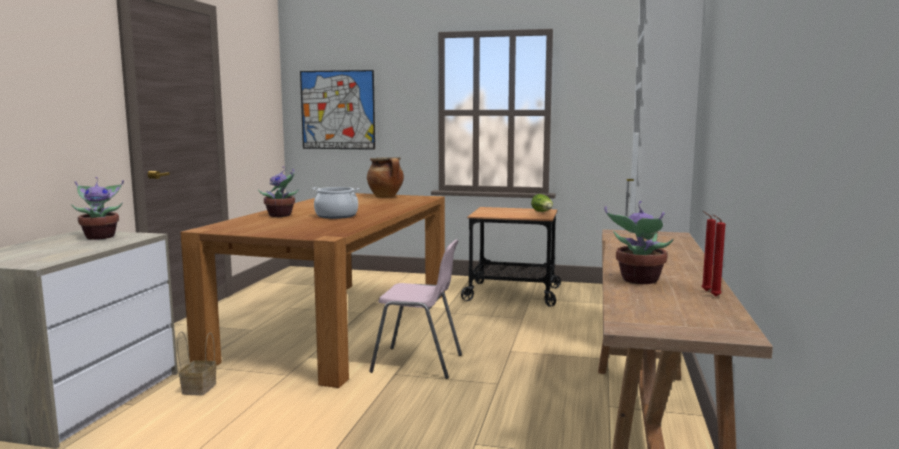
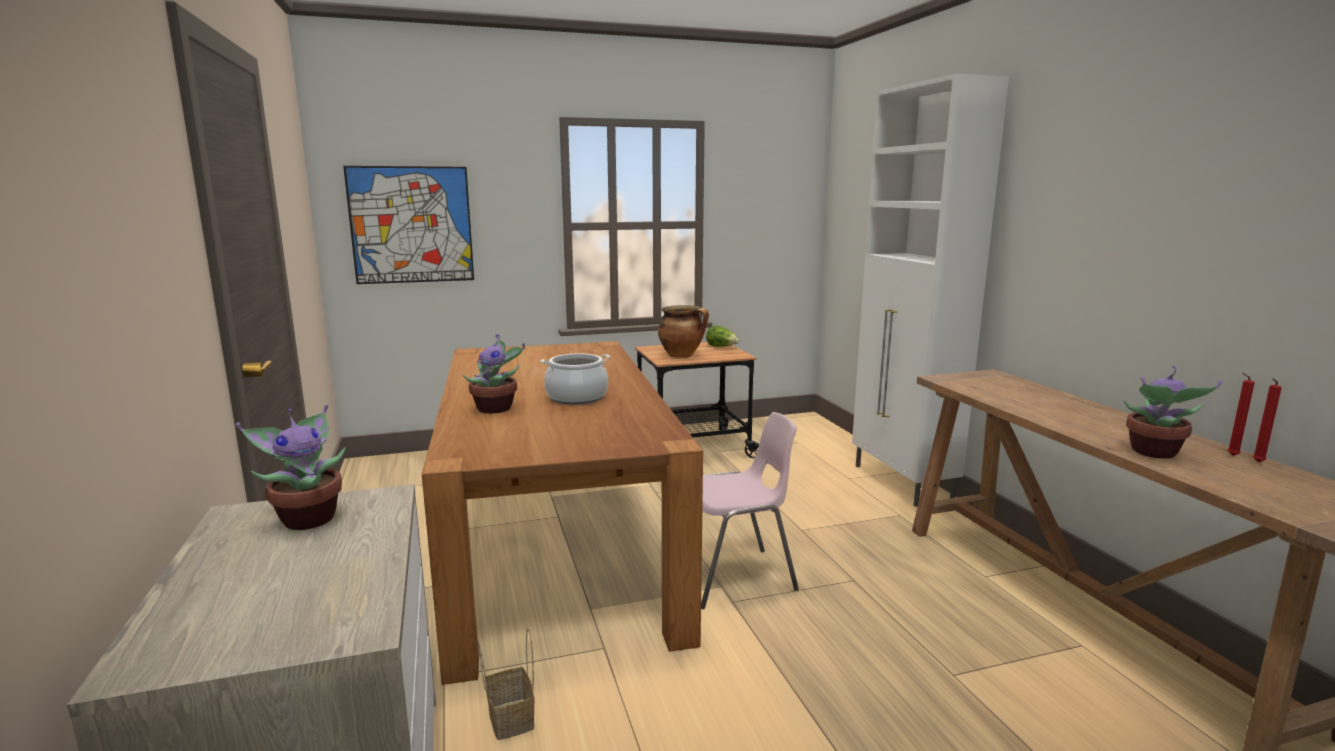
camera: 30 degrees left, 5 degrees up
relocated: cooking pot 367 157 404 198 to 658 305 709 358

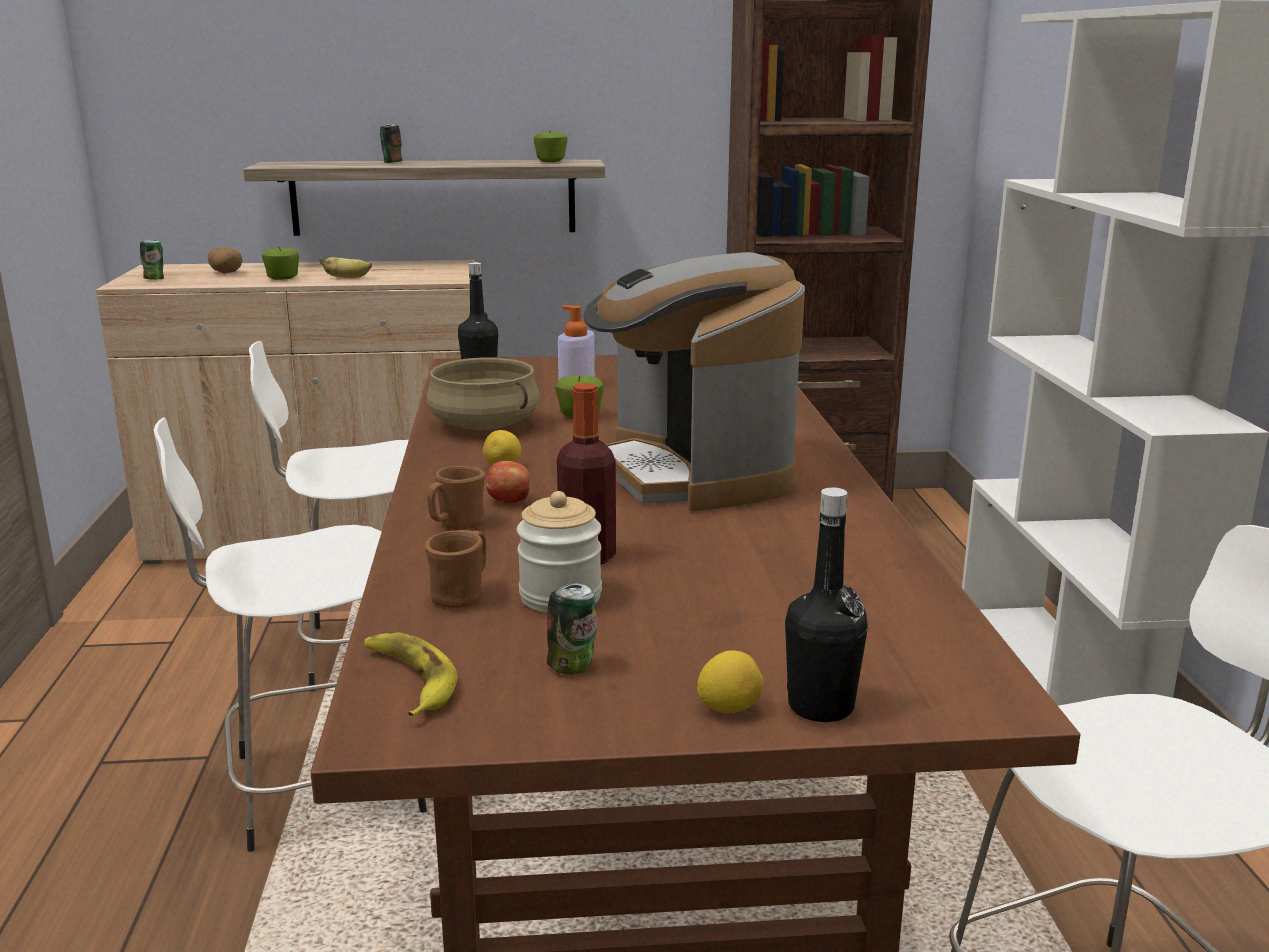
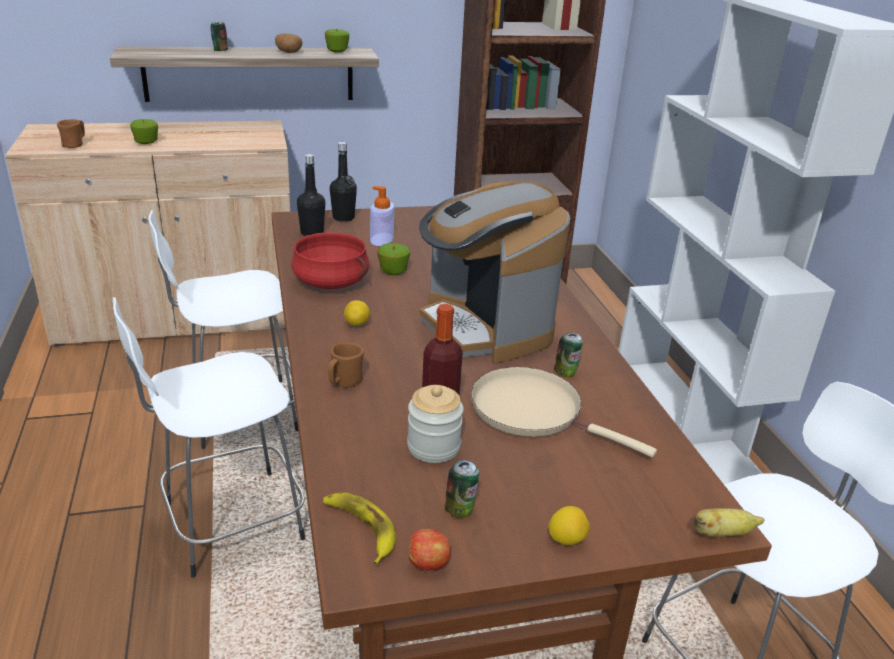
camera: 10 degrees left, 10 degrees up
appeared: sand-coloured pan 471 367 657 457
relocated: brownish coffee mug 425 530 486 608 to 57 119 85 148; potato 208 248 242 273 to 275 34 302 53; black beverage bottle 785 487 868 722 to 330 142 357 222; whole apple 486 461 530 503 to 409 529 451 571; can 140 240 164 280 to 554 333 583 377; whole banana 319 257 372 278 to 694 508 764 537
colour: sand-coloured cooking pot 427 357 540 430 to red-coloured cooking pot 291 232 369 289

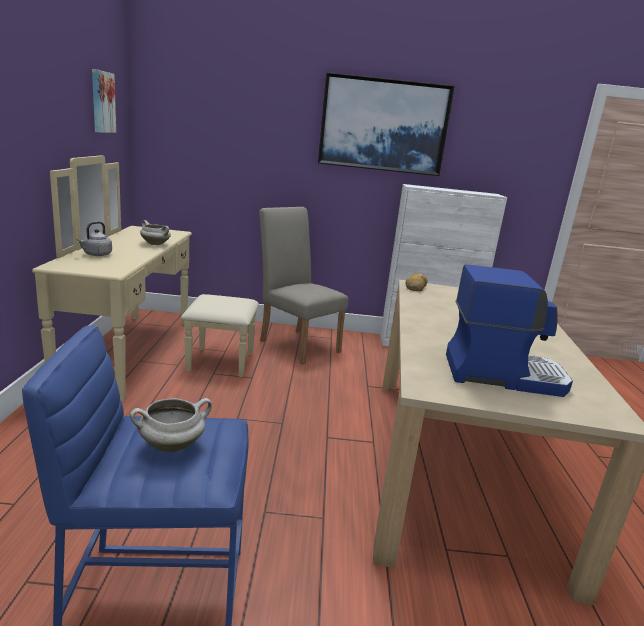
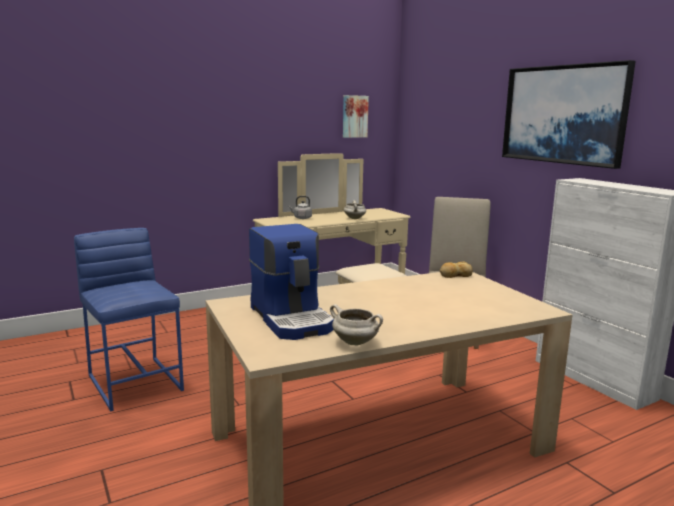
camera: 60 degrees right, 5 degrees down
relocated: white cooking pot 130 398 212 453 to 330 304 383 345

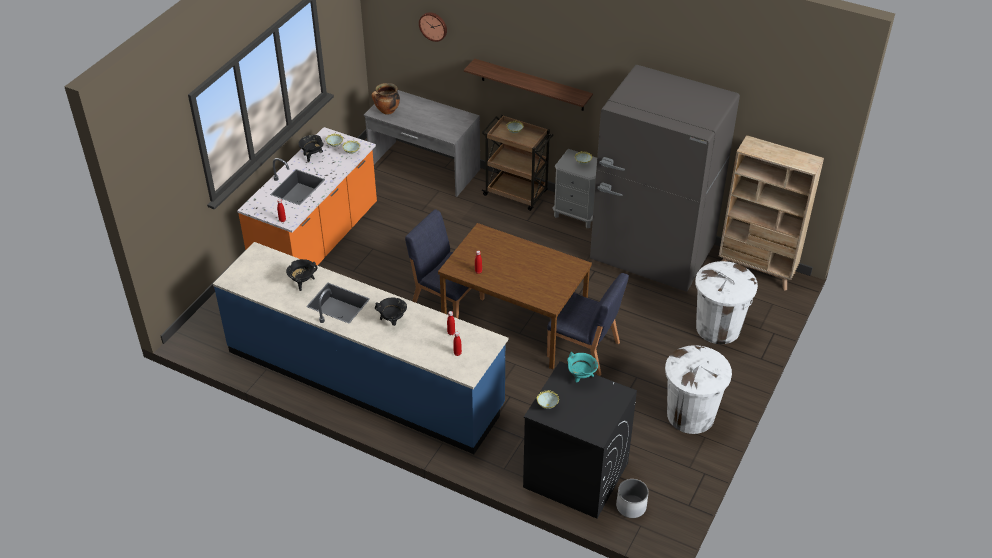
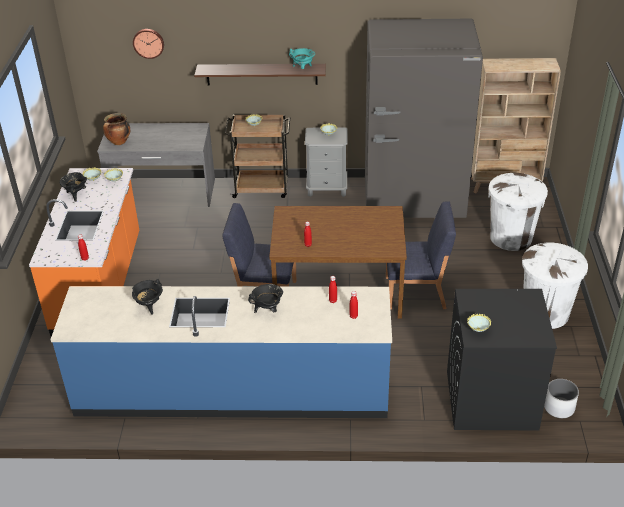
camera: 25 degrees left, 5 degrees down
relocated: turquoise cooking pot 567 352 598 382 to 289 48 315 69

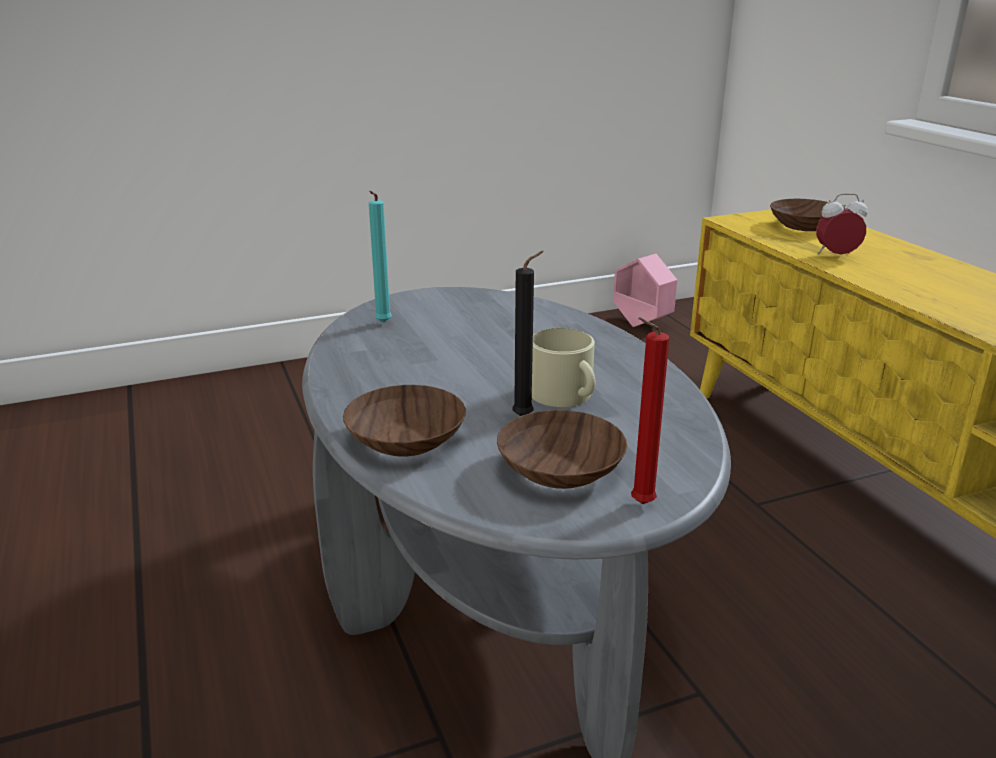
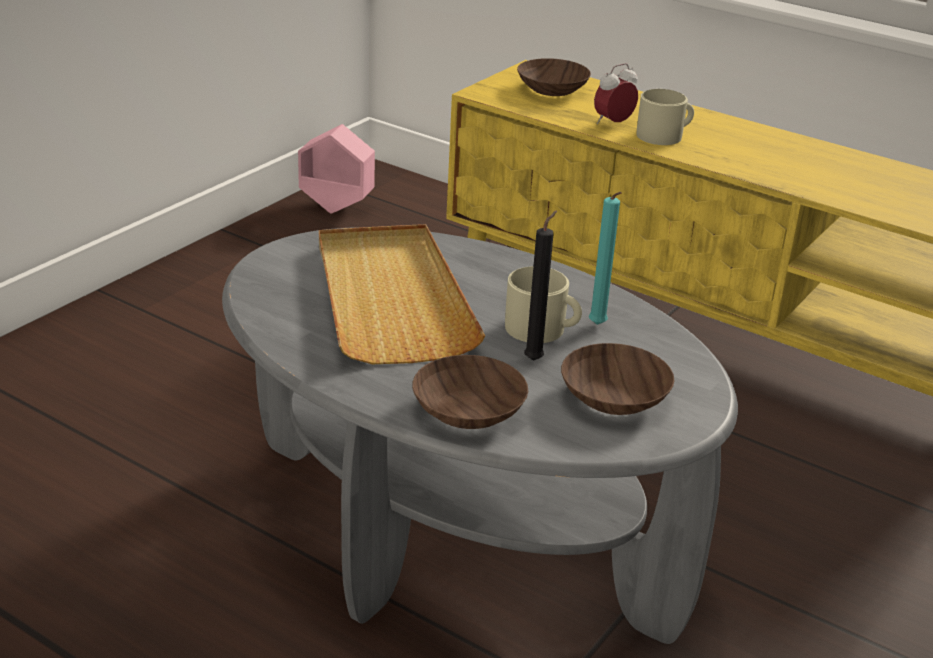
camera: 35 degrees left, 5 degrees up
missing: red-coloured candle 631 317 669 504
appeared: sand-coloured serving tray 319 224 485 364; sand-coloured coffee mug 637 89 694 145
relocated: turquoise candle 369 191 392 323 to 589 192 622 325

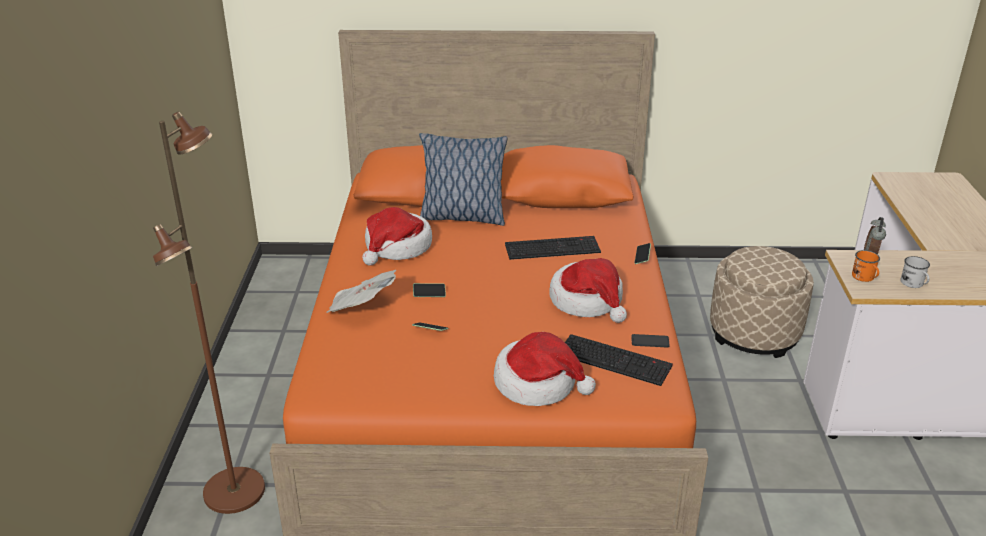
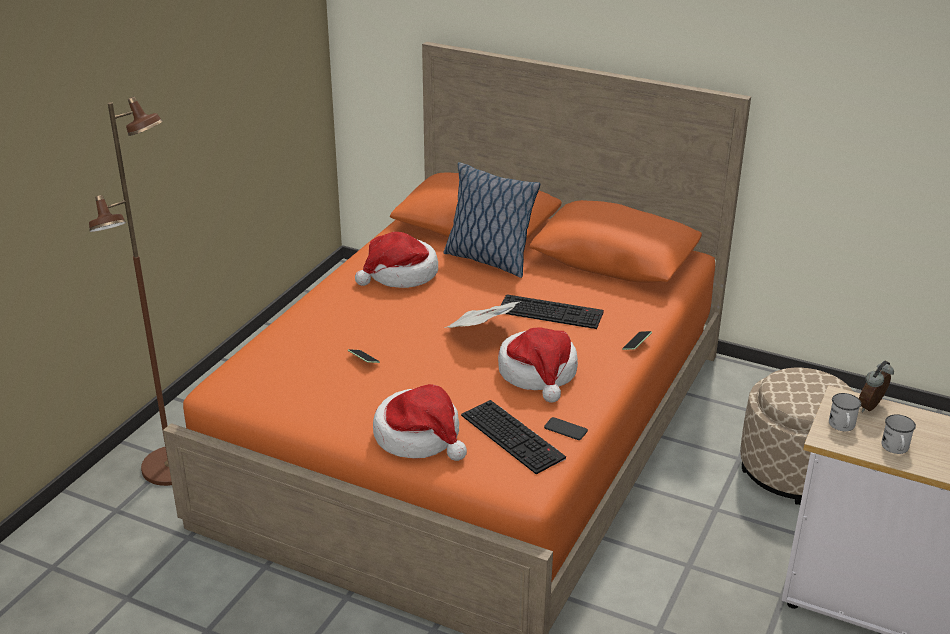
camera: 25 degrees right, 0 degrees up
missing: handset 413 283 446 297
relocated: newspaper 326 270 396 313 to 445 302 519 328
colour: orange-coloured coffee mug 852 250 880 282 to white coffee mug 829 393 861 431

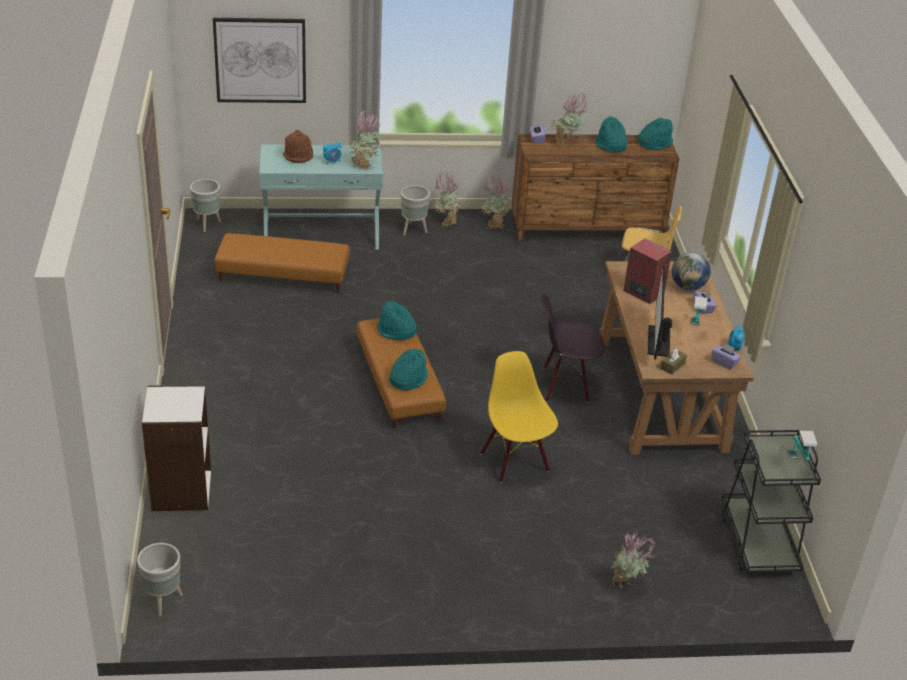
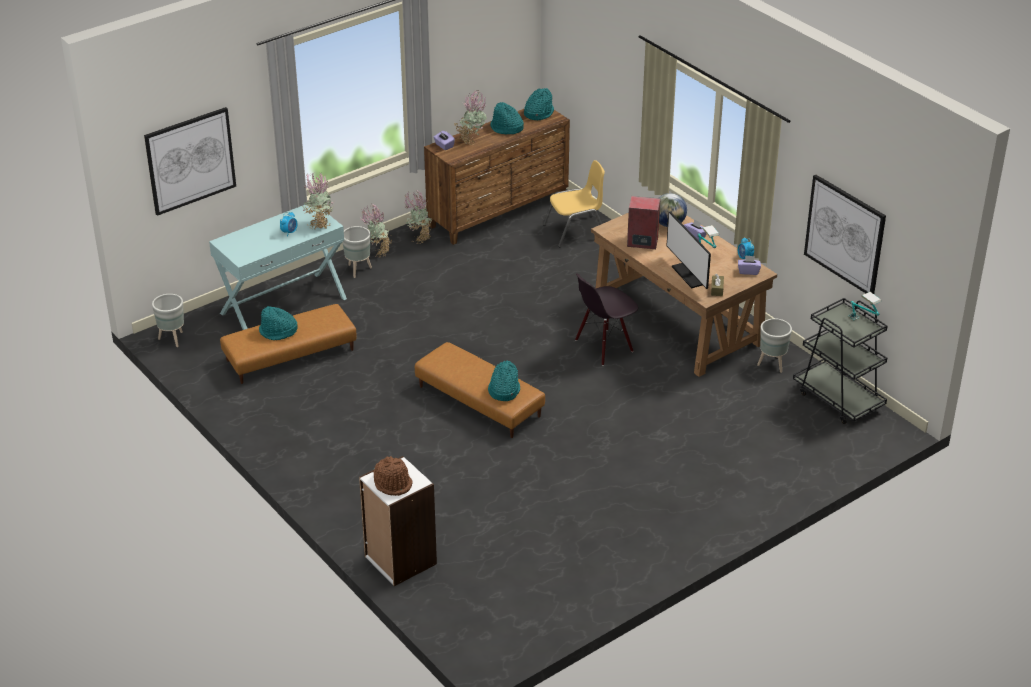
camera: 30 degrees left, 0 degrees up
missing: yellow upright chair 480 351 558 483; houseplant 611 531 656 588
appeared: picture 804 175 886 294
relocated: turquoise hat 377 301 417 340 to 259 306 297 340; brownish hat 283 130 313 163 to 373 456 413 496; grey flower pot 137 543 183 616 to 757 318 792 373

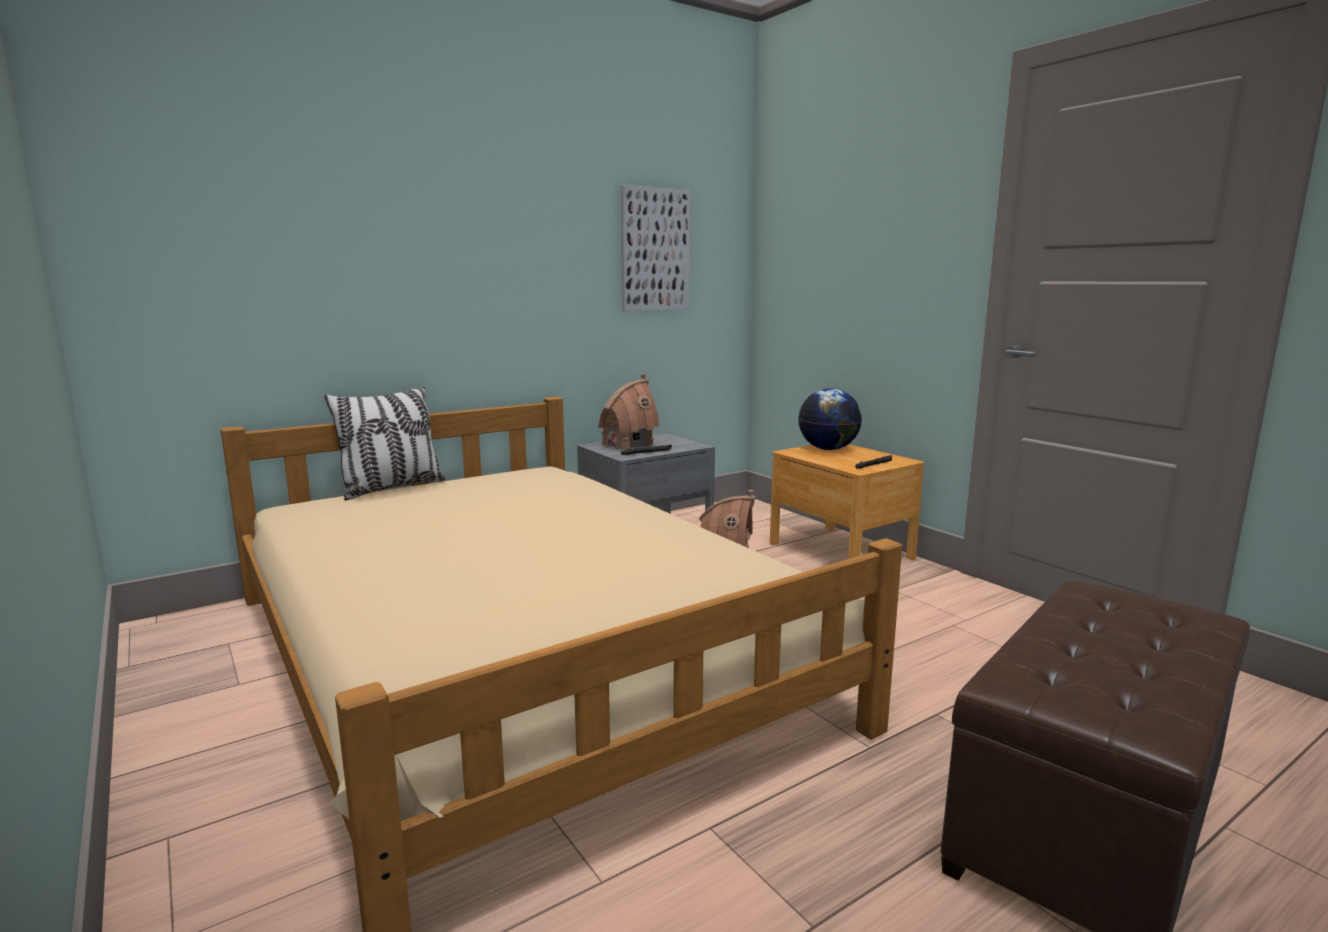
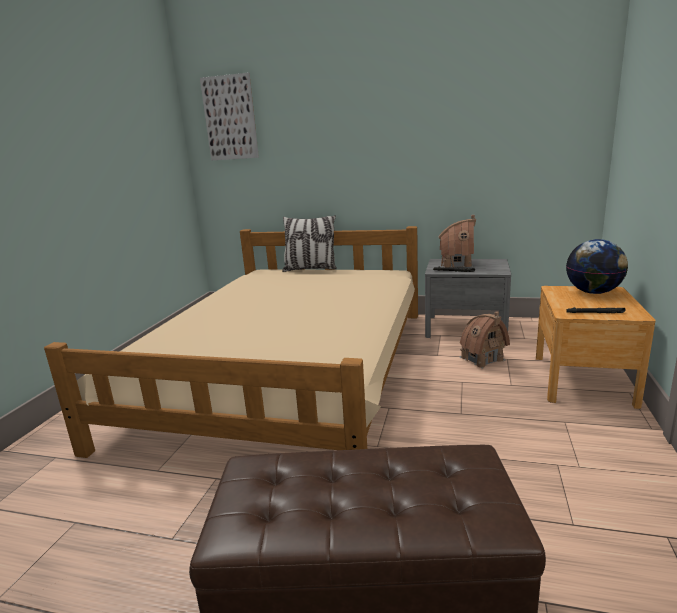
camera: 50 degrees right, 5 degrees up
relocated: picture 621 185 690 311 to 200 73 259 160

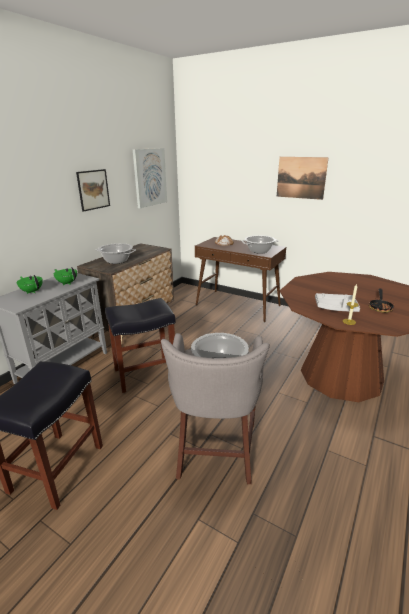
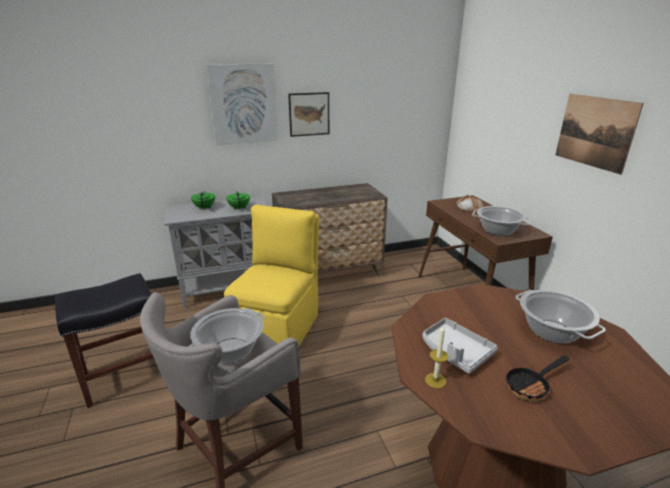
camera: 40 degrees right, 0 degrees up
relocated: picture 133 148 167 208 to 206 63 278 145; cooking pot 96 243 136 264 to 515 290 606 344
exchanged: black stool seat 105 298 175 393 to yellow upright chair 224 205 319 346

